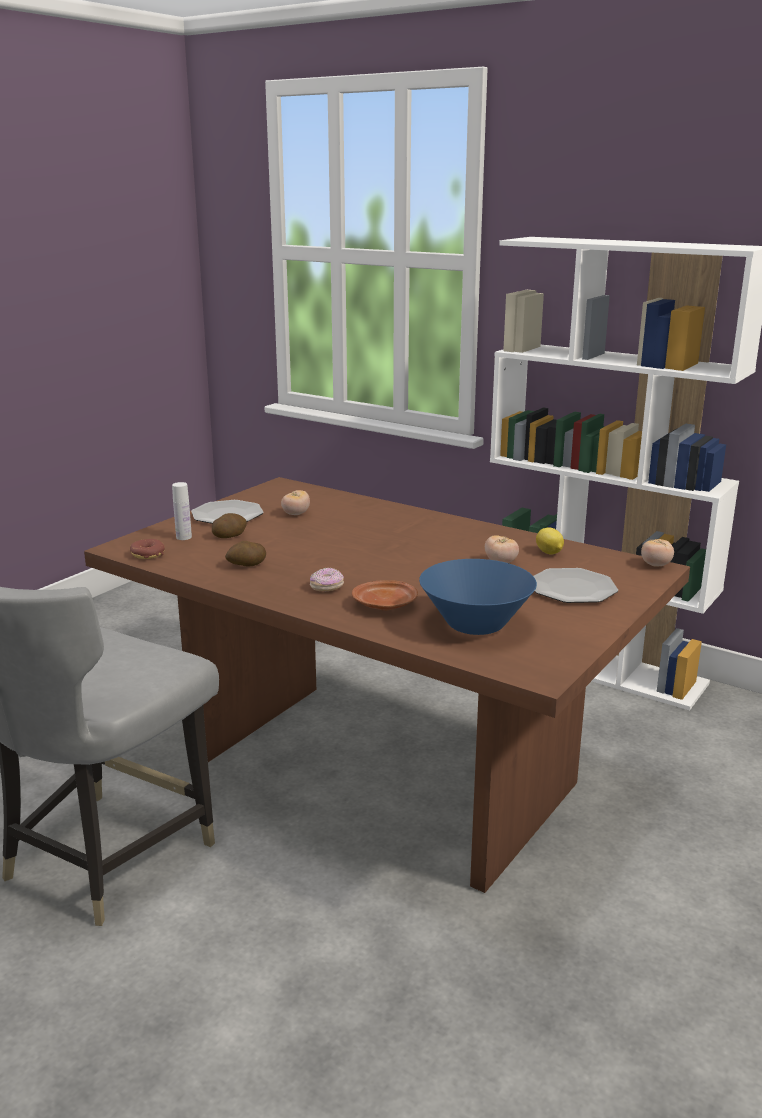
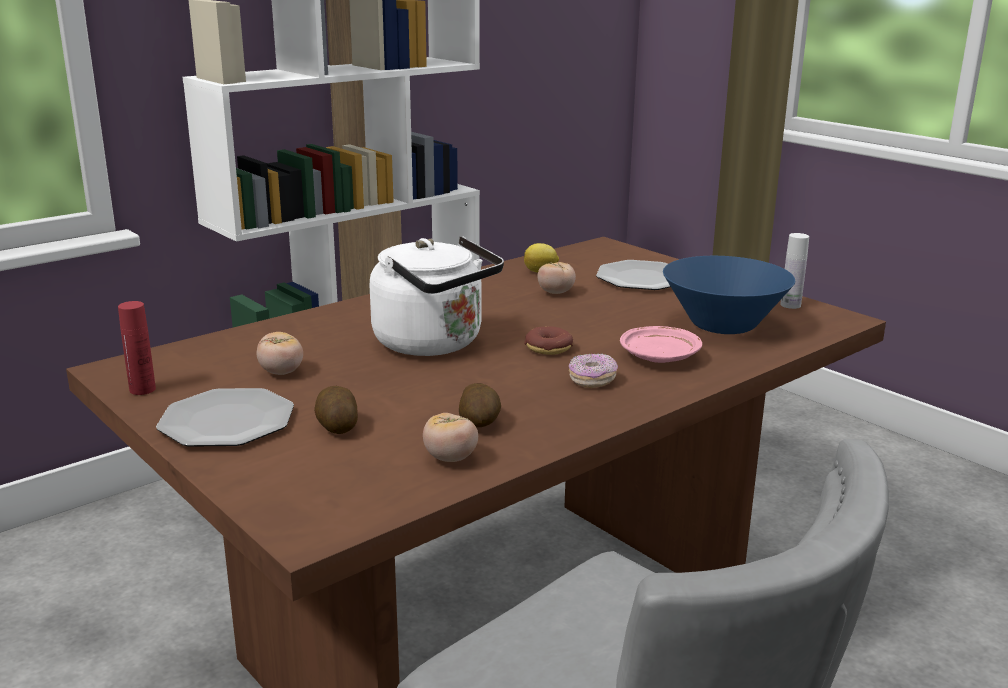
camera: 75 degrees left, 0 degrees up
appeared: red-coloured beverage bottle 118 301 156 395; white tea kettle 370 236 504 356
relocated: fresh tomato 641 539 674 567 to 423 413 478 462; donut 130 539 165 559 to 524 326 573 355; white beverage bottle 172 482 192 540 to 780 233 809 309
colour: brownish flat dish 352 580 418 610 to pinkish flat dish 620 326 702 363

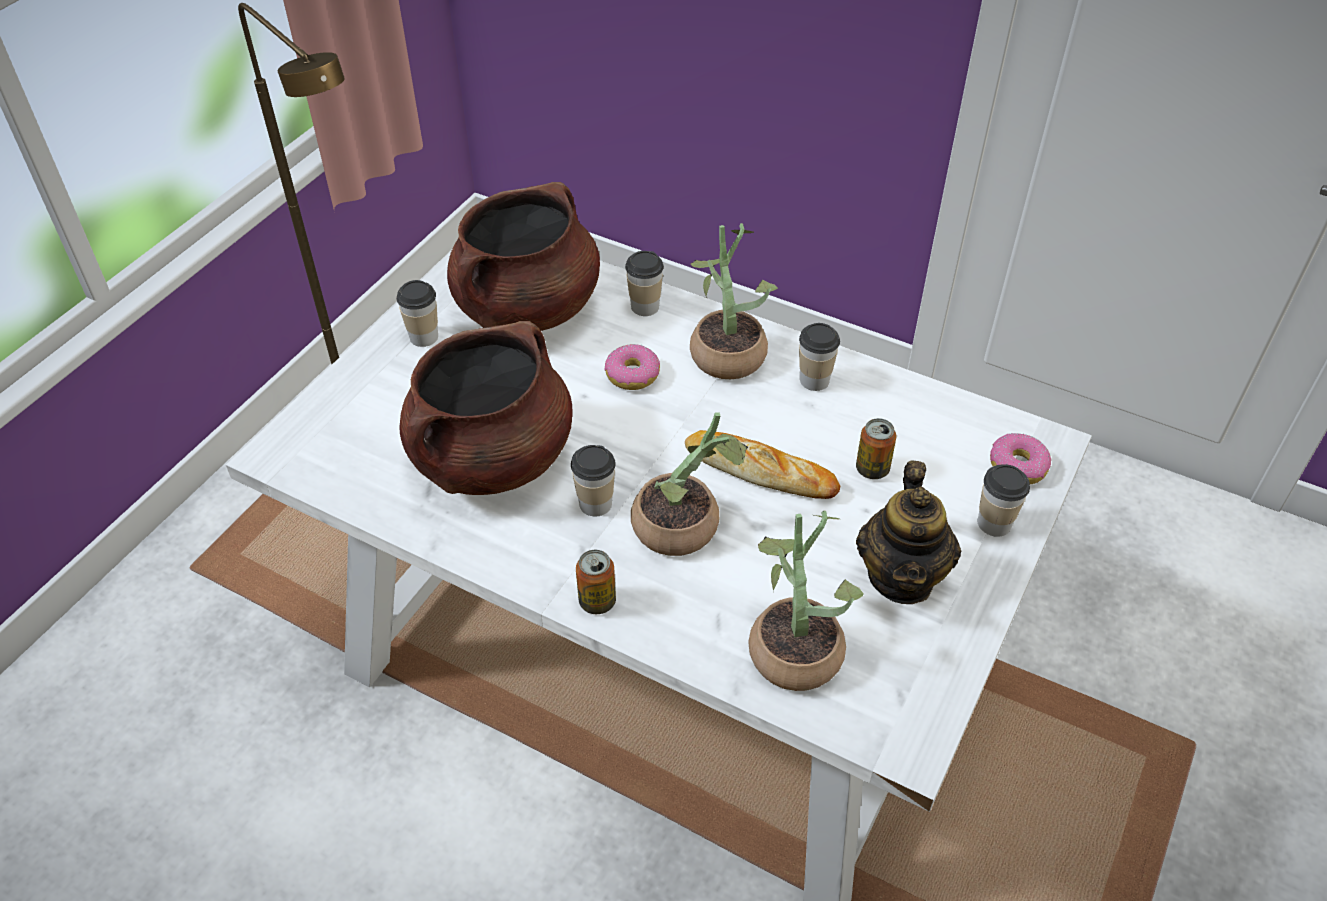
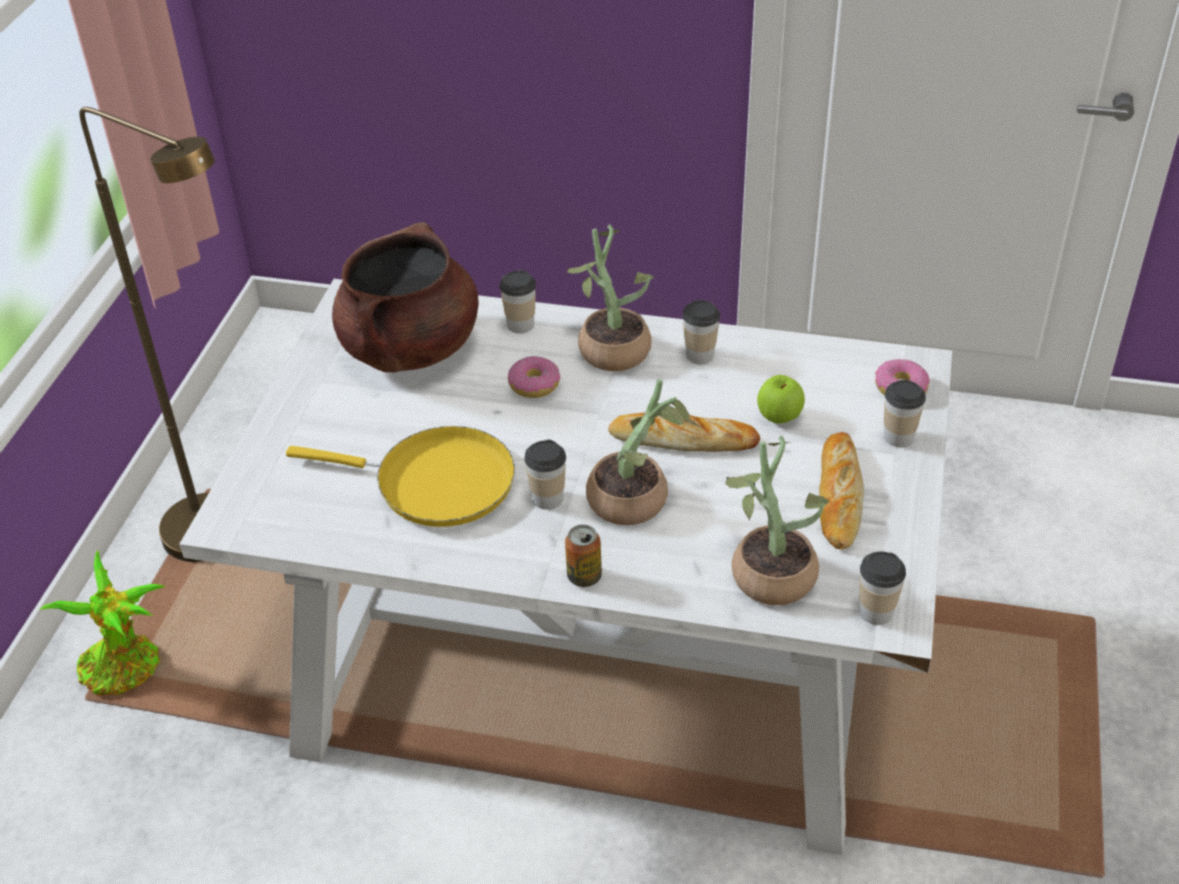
camera: 15 degrees left, 5 degrees down
appeared: houseplant 39 550 166 696
relocated: small cup 396 280 438 347 to 859 551 906 625
exchanged: brownish cooking pot 399 321 572 495 to yellow pan 286 426 515 527; can 856 418 896 479 to whole apple 757 375 805 424; pot for tea 856 460 962 604 to baked bread 819 432 864 550

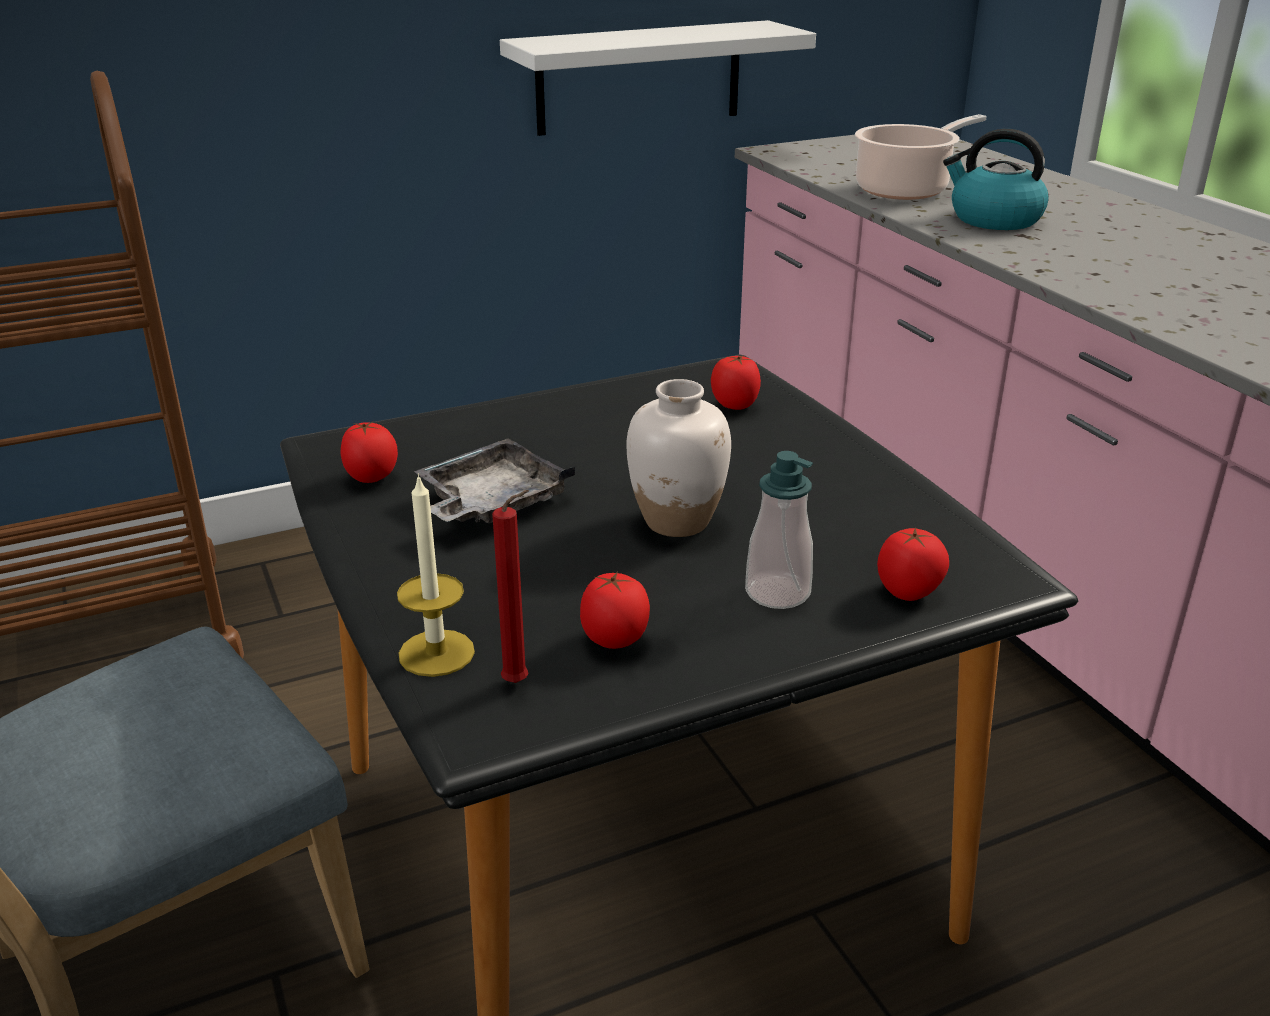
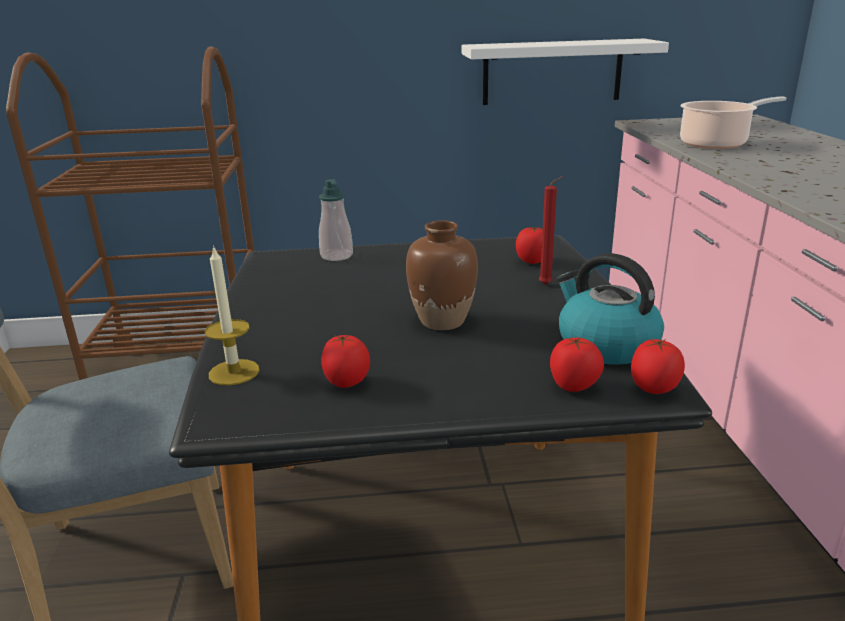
camera: 20 degrees right, 5 degrees down
missing: grey serving tray 414 438 575 523
relocated: soap bottle 745 451 813 609 to 319 179 353 261; red-coloured candle 492 490 529 683 to 539 176 564 285; tea kettle 943 129 1049 230 to 556 253 664 365; fresh tomato 341 421 398 483 to 631 339 685 394
colour: white vase 626 379 731 537 to brownish vase 406 220 478 330

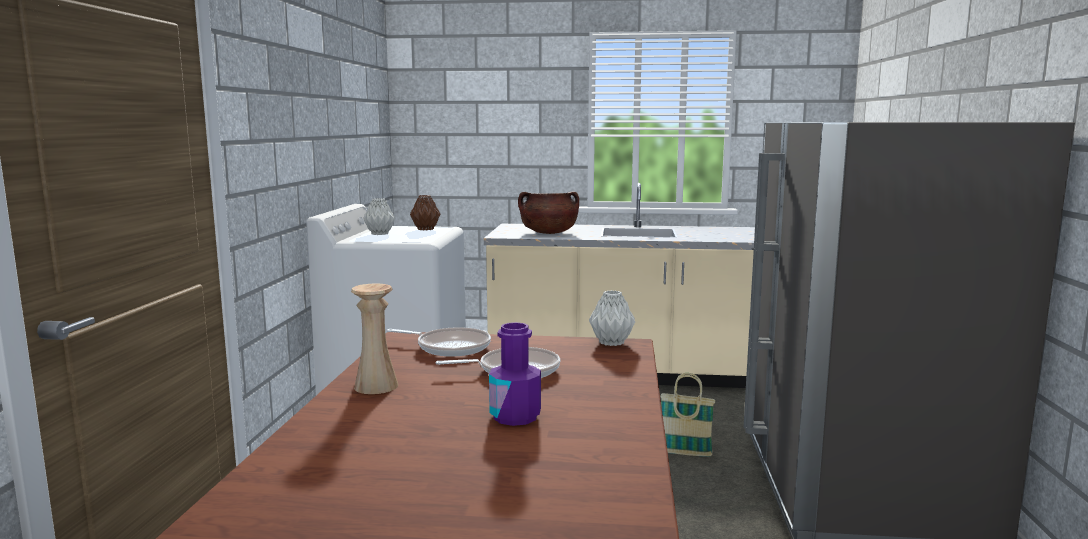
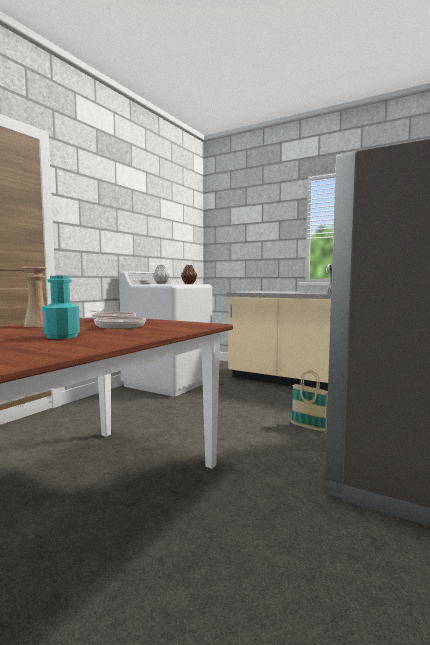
camera: 25 degrees right, 5 degrees down
missing: brownish cooking pot 518 192 579 234; grey vase 589 290 635 346
colour: purple beverage bottle 489 322 541 426 to turquoise beverage bottle 42 276 80 339

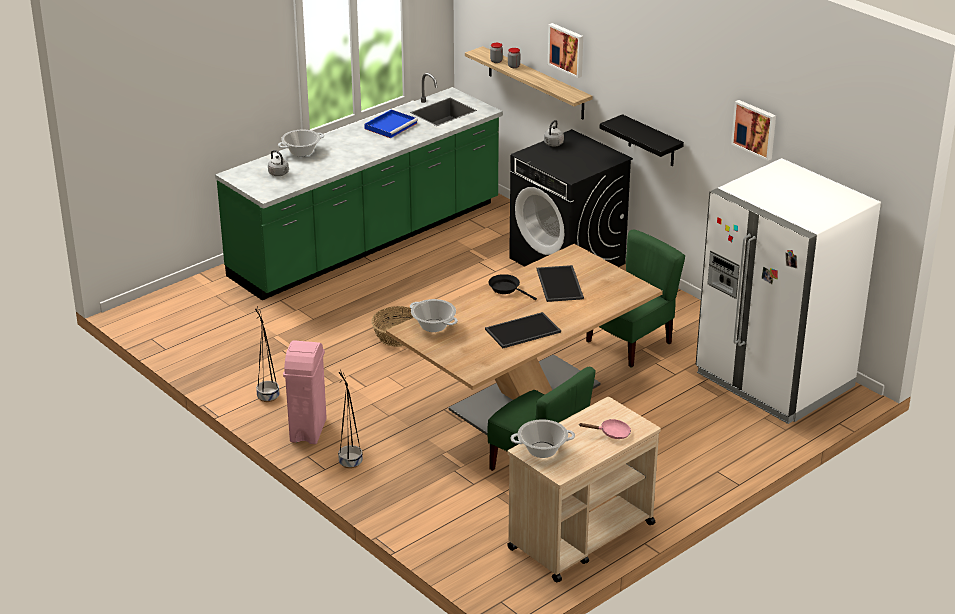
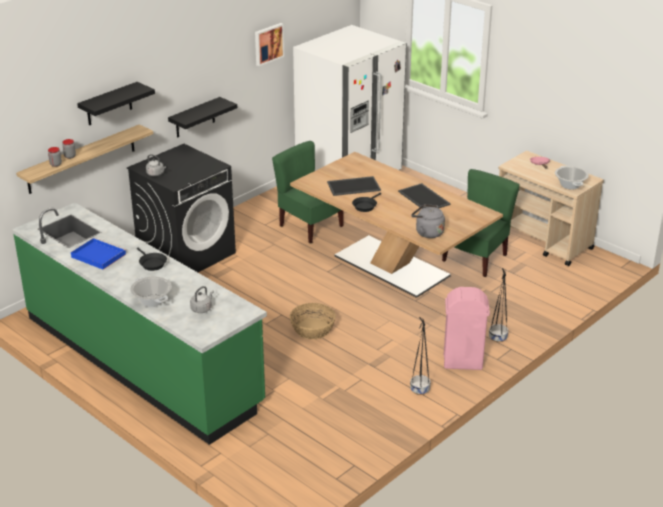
camera: 95 degrees left, 0 degrees up
appeared: black pan 137 248 167 271
exchanged: picture 548 23 583 78 to black wall shelf 77 82 155 126; cooking pot 410 299 458 332 to grey tea kettle 411 204 445 238

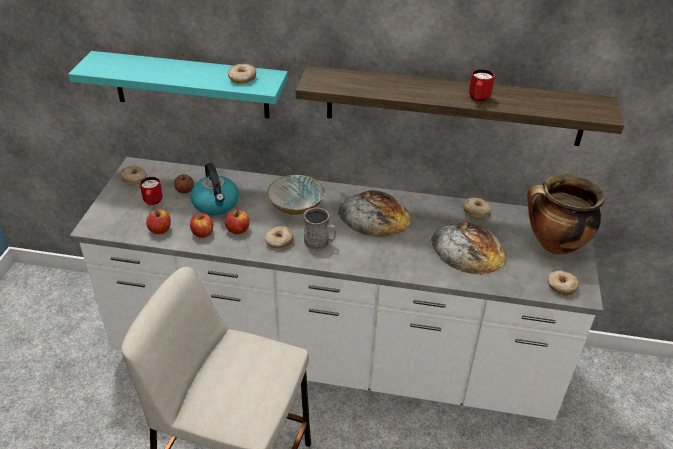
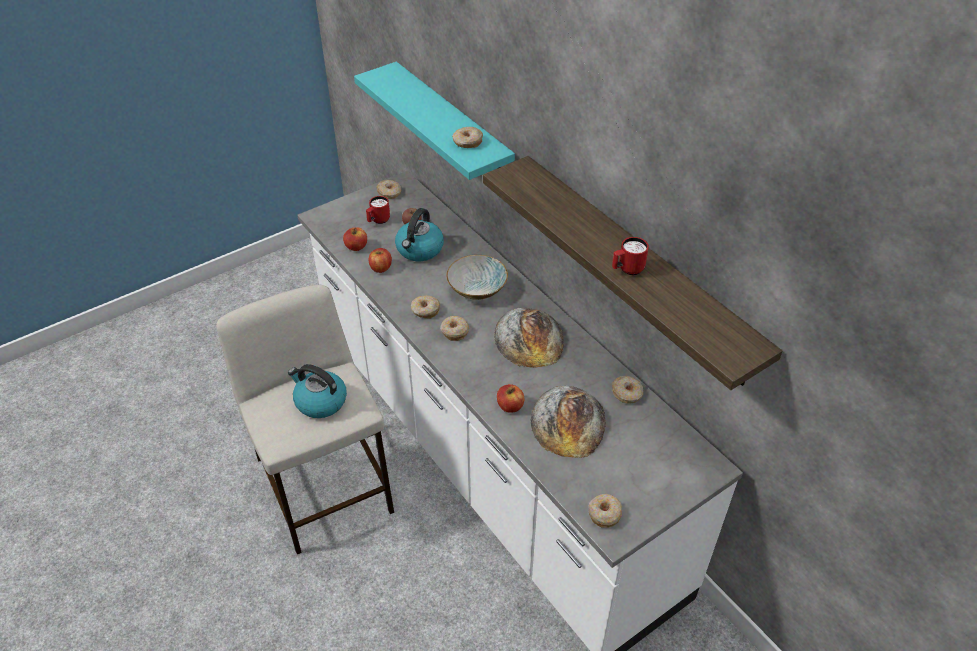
camera: 45 degrees right, 5 degrees up
missing: cooking pot 527 174 605 255
appeared: tea kettle 288 364 347 418
relocated: whole apple 225 210 250 234 to 497 384 524 413
exchanged: grey coffee mug 304 208 336 250 to donut 440 316 469 341

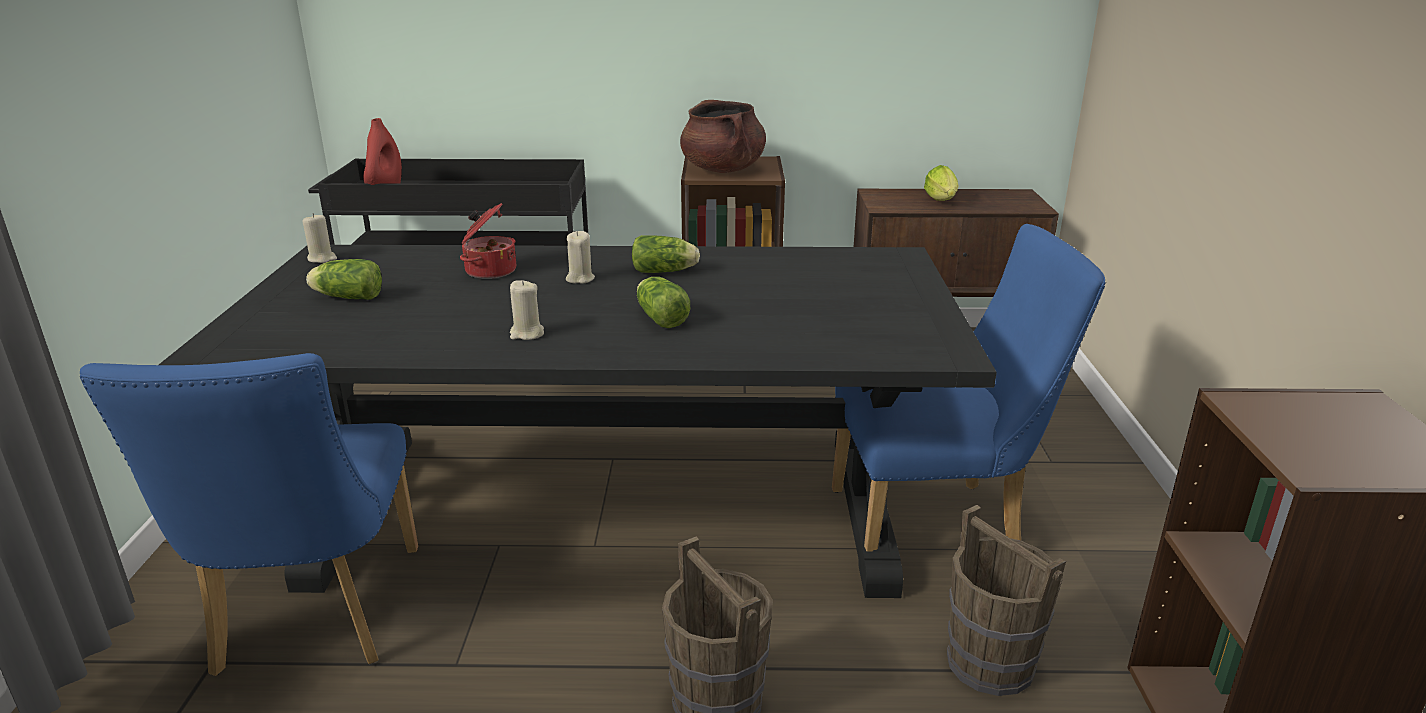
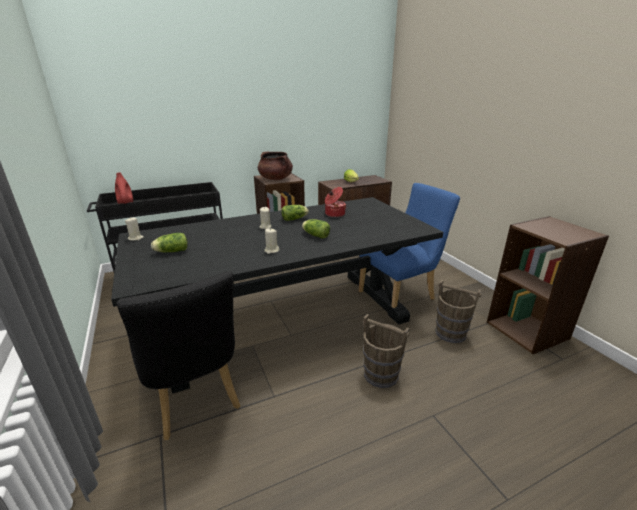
camera: 25 degrees left, 0 degrees up
relocated: cooking pot 460 203 516 279 to 325 187 346 217
colour: blue-coloured upright chair 80 353 418 676 to black upright chair 116 271 240 440

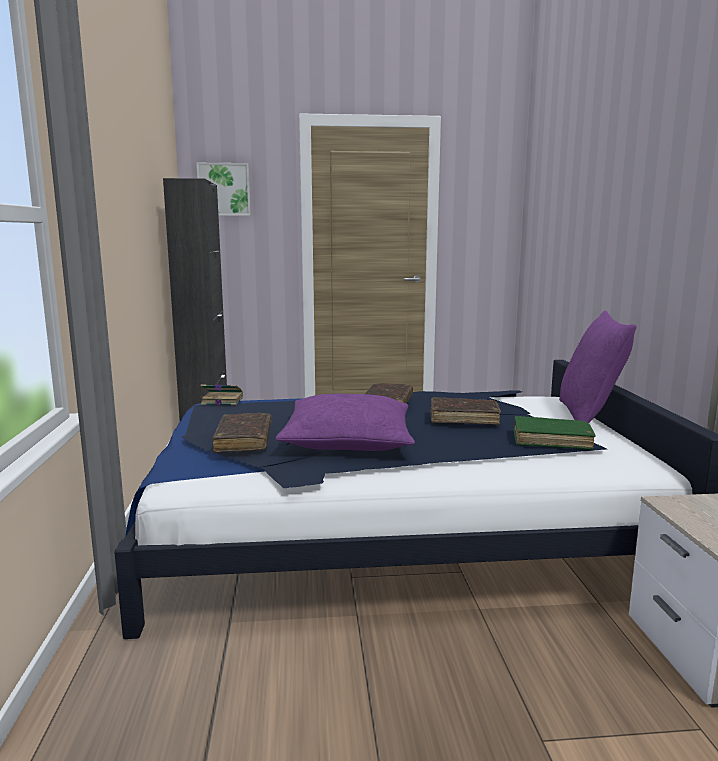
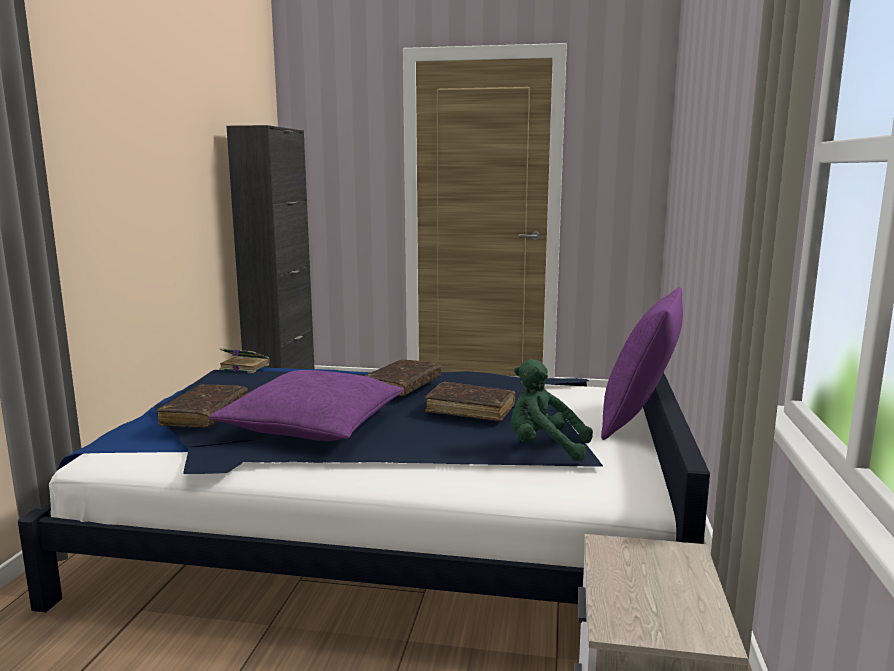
camera: 15 degrees right, 0 degrees up
missing: picture 196 163 251 216
exchanged: green book 514 416 596 450 to green plush toy 511 359 593 461

